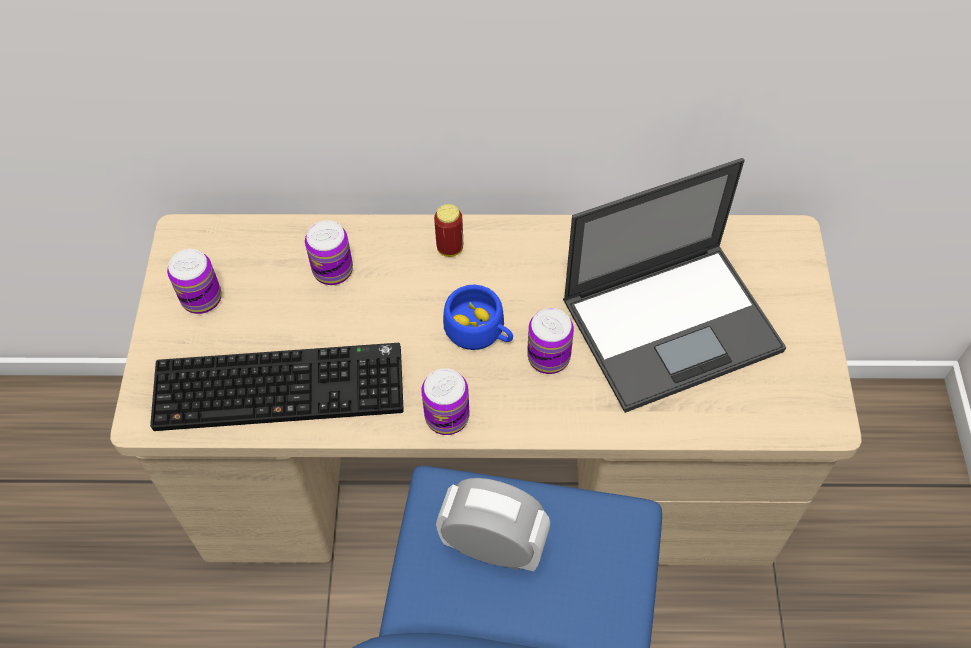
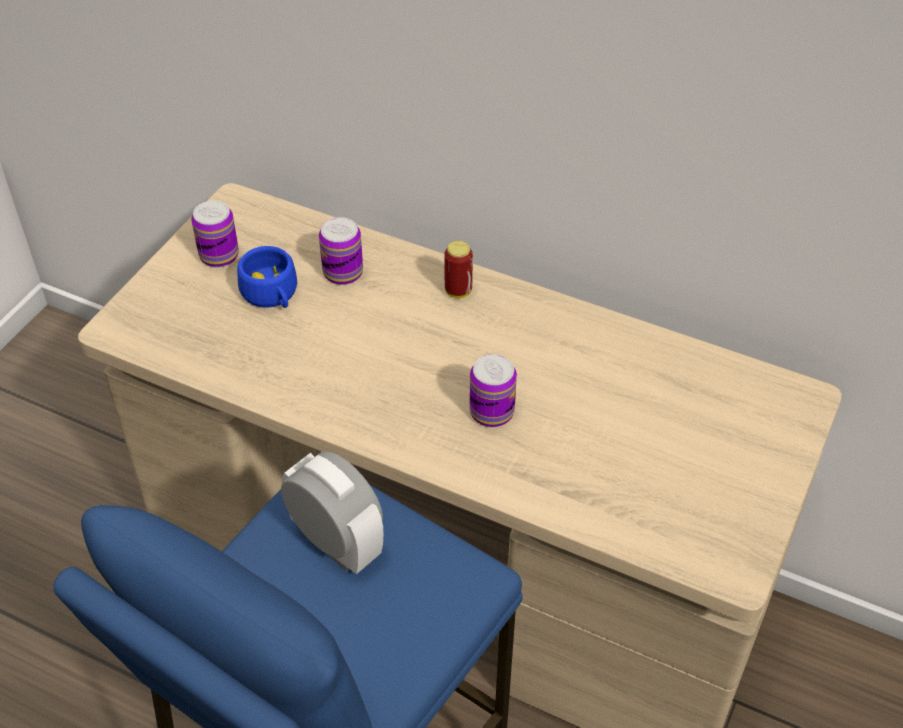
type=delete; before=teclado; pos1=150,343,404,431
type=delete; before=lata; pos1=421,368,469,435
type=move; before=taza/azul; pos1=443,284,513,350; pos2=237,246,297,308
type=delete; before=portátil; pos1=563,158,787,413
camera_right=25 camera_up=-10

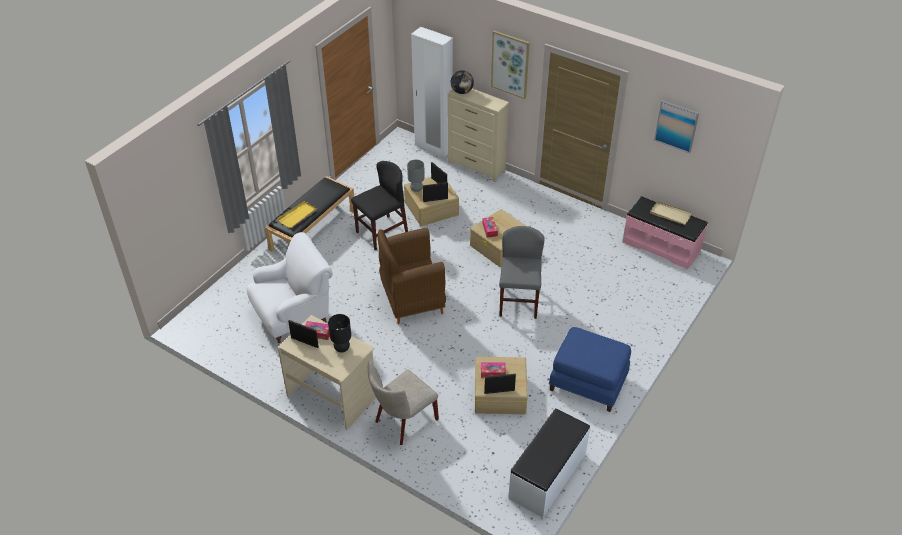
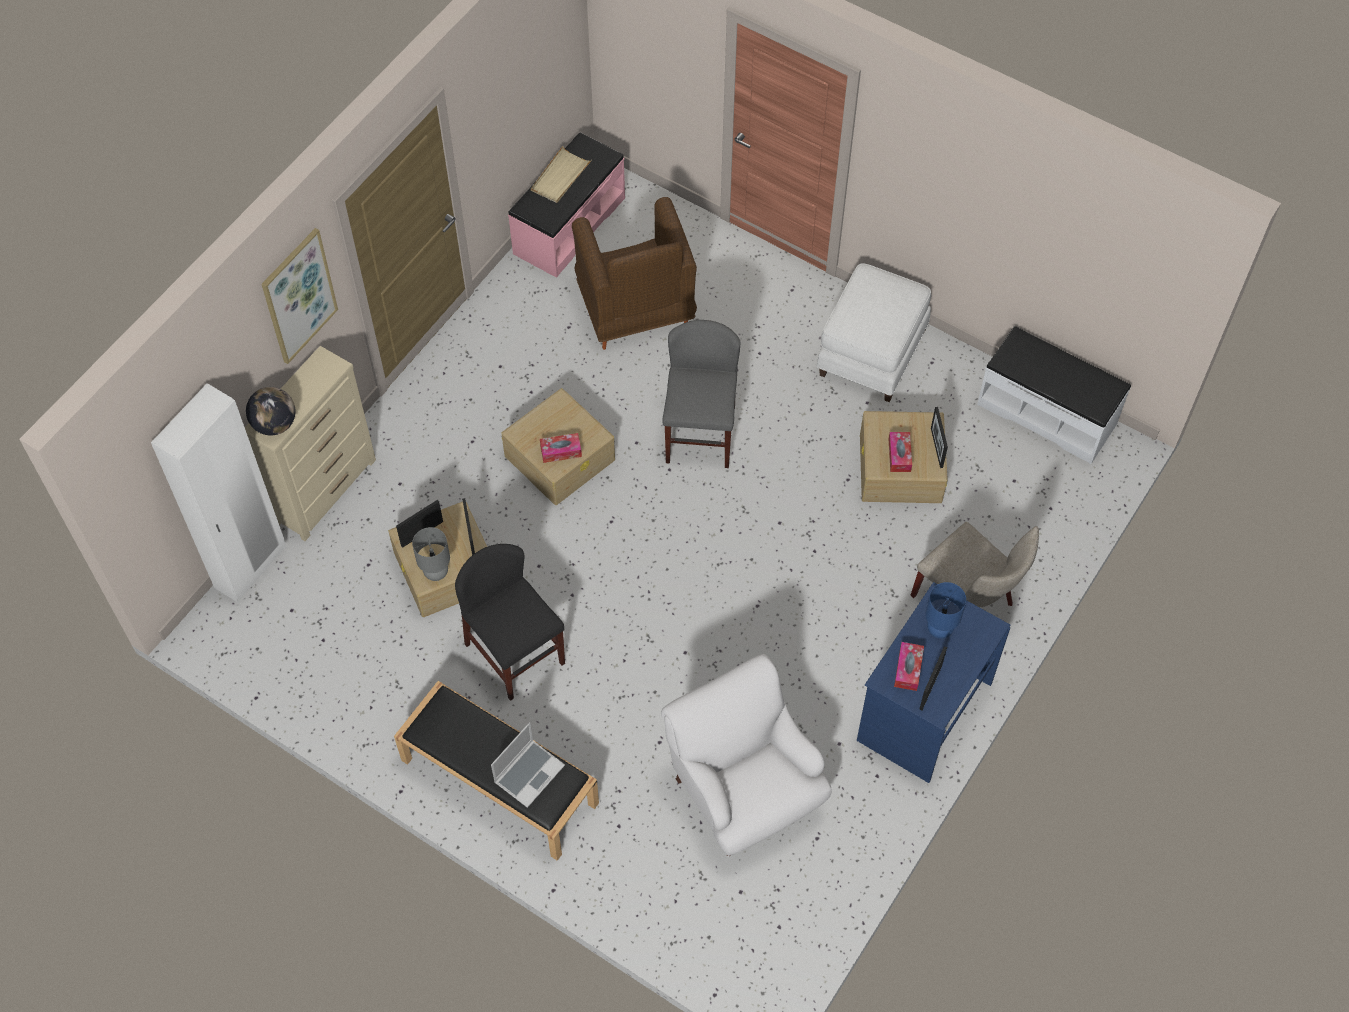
type=replace; before=bandeja/amarillo; after=portátil; pos1=277,201,317,228; pos2=491,723,565,808
type=recolor; before=escritorio/beis; after=escritorio/azul; pos1=278,315,376,430; pos2=857,582,1010,783
type=recolor; before=lámpara de mesa/negro; after=lámpara de mesa/azul; pos1=328,314,351,352; pos2=925,582,966,639
type=move; before=sillón/marrón; pos1=378,228,446,324; pos2=572,197,697,350
type=rotate; before=silla/gris; pos1=499,226,545,319; pos2=662,320,740,468; turn=90
type=recolor; before=puf/azul; after=puf/blanco; pos1=549,327,631,412; pos2=816,264,931,402
type=delete; before=cuadro; pos1=654,100,699,153
camera_right=-90 camera_up=15

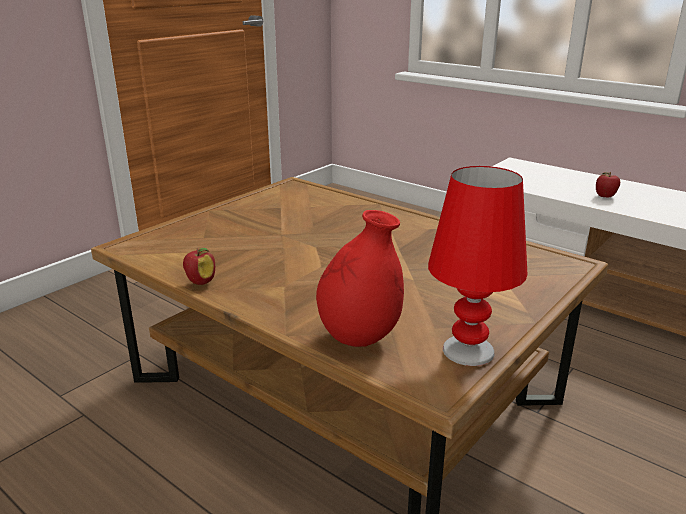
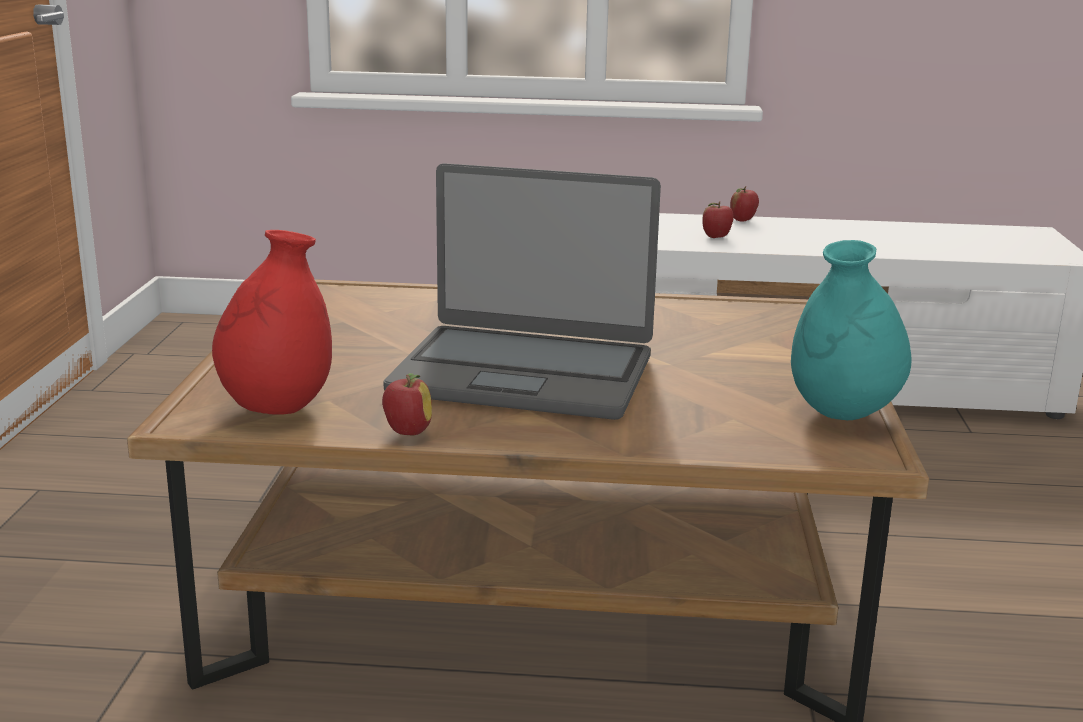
type=move; before=florero/rojo; pos1=316,210,404,347; pos2=212,230,332,415
type=replace; before=lámpara de mesa/rojo; after=florero/turquesa; pos1=428,166,527,366; pos2=791,240,912,420
type=insert; after=portátil; pos2=383,163,661,420
type=insert; after=manzana; pos2=730,186,759,222
camera_right=-35 camera_up=-5

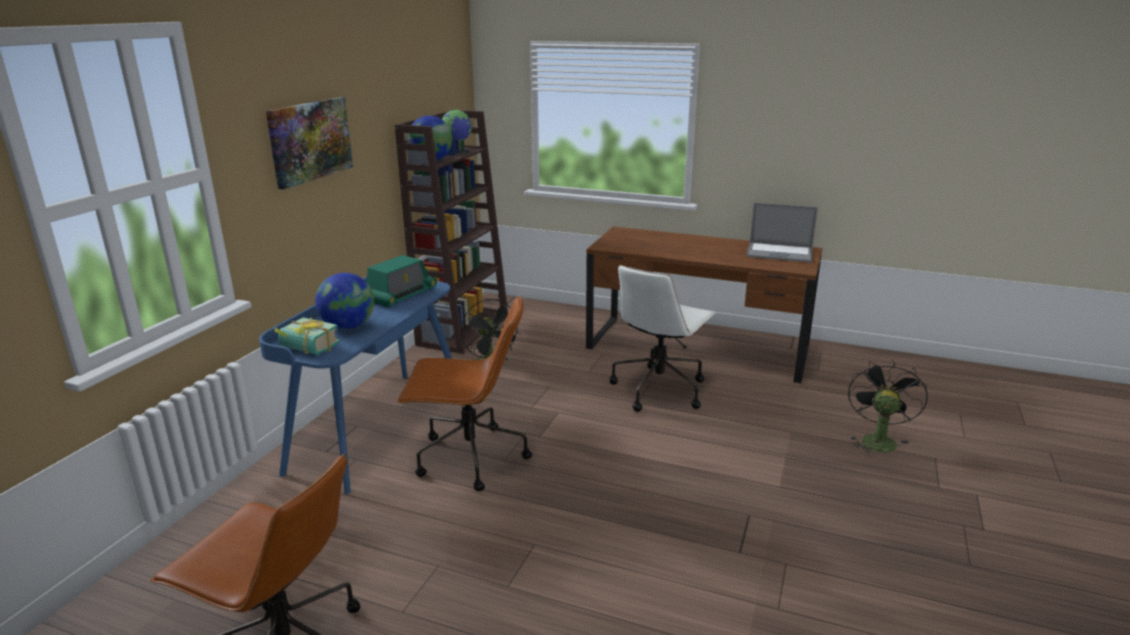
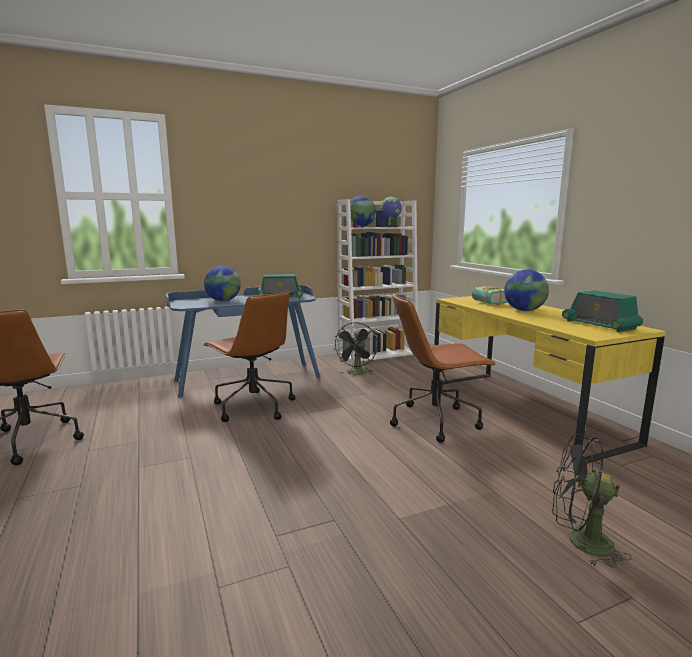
type=delete; before=cuadro; pos1=266,97,353,189
type=move; before=libro; pos1=274,317,340,355; pos2=470,284,508,305
type=recolor; before=estantería/marrón; after=estantería/blanco; pos1=395,110,508,354; pos2=337,199,418,365
type=recolor; before=escritorio/marrón; after=escritorio/amarillo; pos1=586,227,823,383; pos2=433,296,666,464
type=recolor; before=silla de oficina/blanco; after=silla de oficina/marrón; pos1=610,265,716,412; pos2=390,293,496,443
type=replace; before=portátil; after=radio; pos1=746,203,818,263; pos2=562,290,643,332
type=rotate; before=ventilador/negro; pos1=848,359,928,456; pos2=552,433,632,568; turn=-135
type=insert; after=globo terráqueo; pos2=504,270,549,311
camera_right=45 camera_up=-10

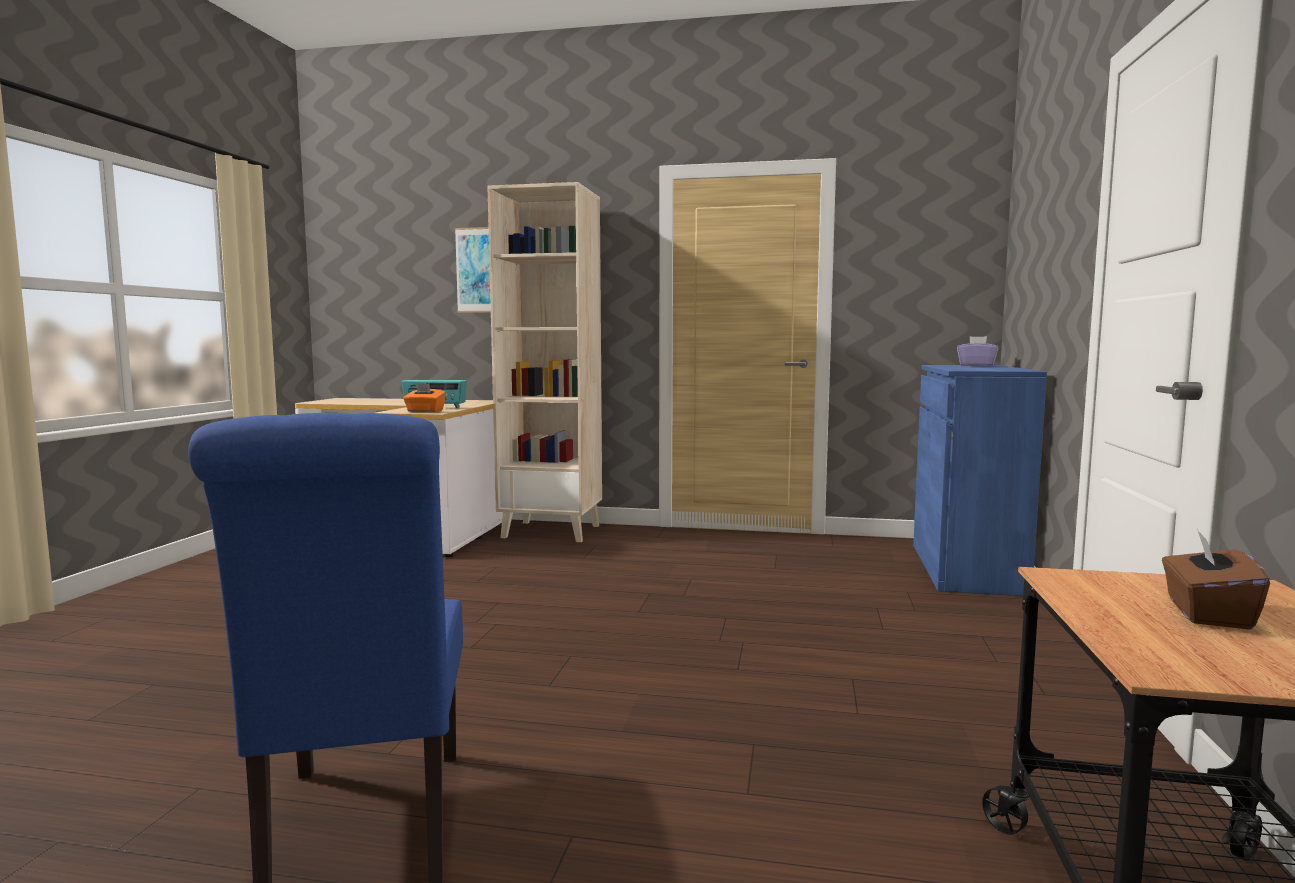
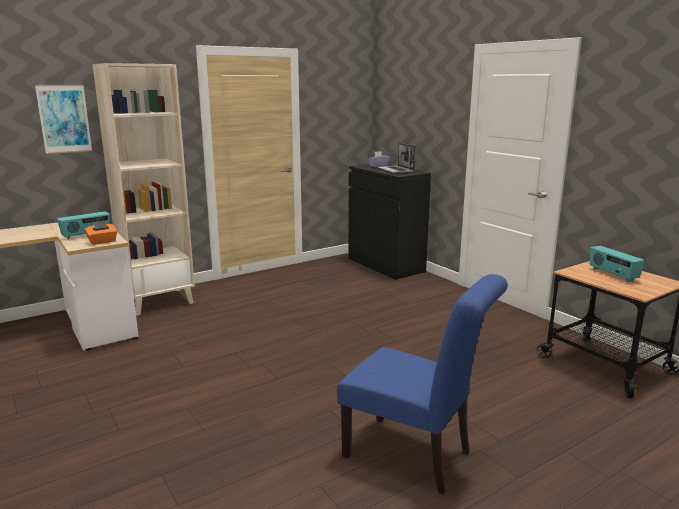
type=recolor; before=armario/azul; after=armario/negro; pos1=913,365,1047,596; pos2=348,164,431,280
type=replace; before=caja de pañuelos/marrón; after=radio; pos1=1162,529,1270,630; pos2=590,246,644,282
type=insert; after=portátil; pos2=377,143,416,173
camera_right=-45 camera_up=10

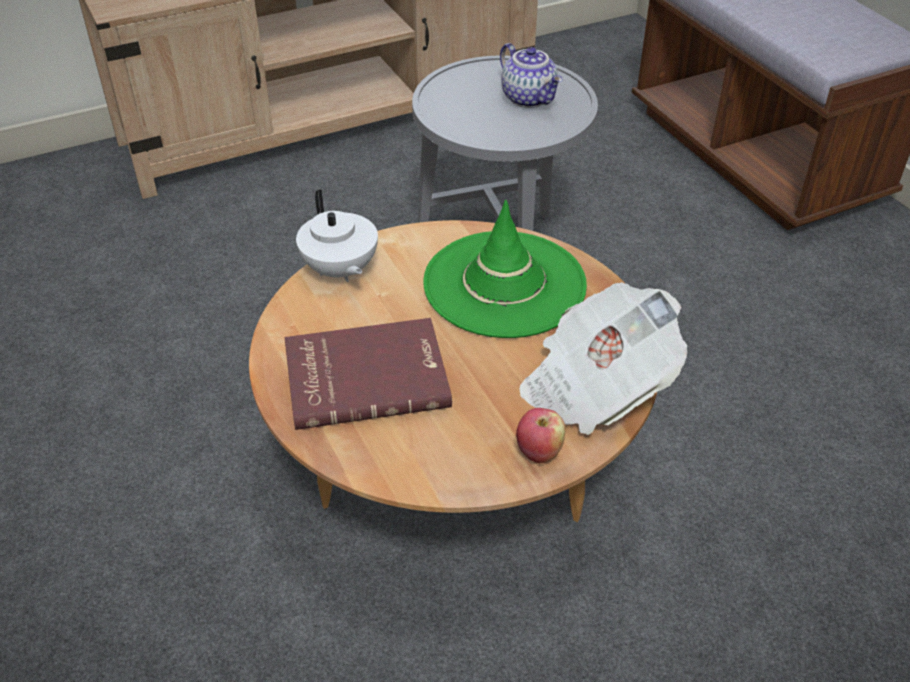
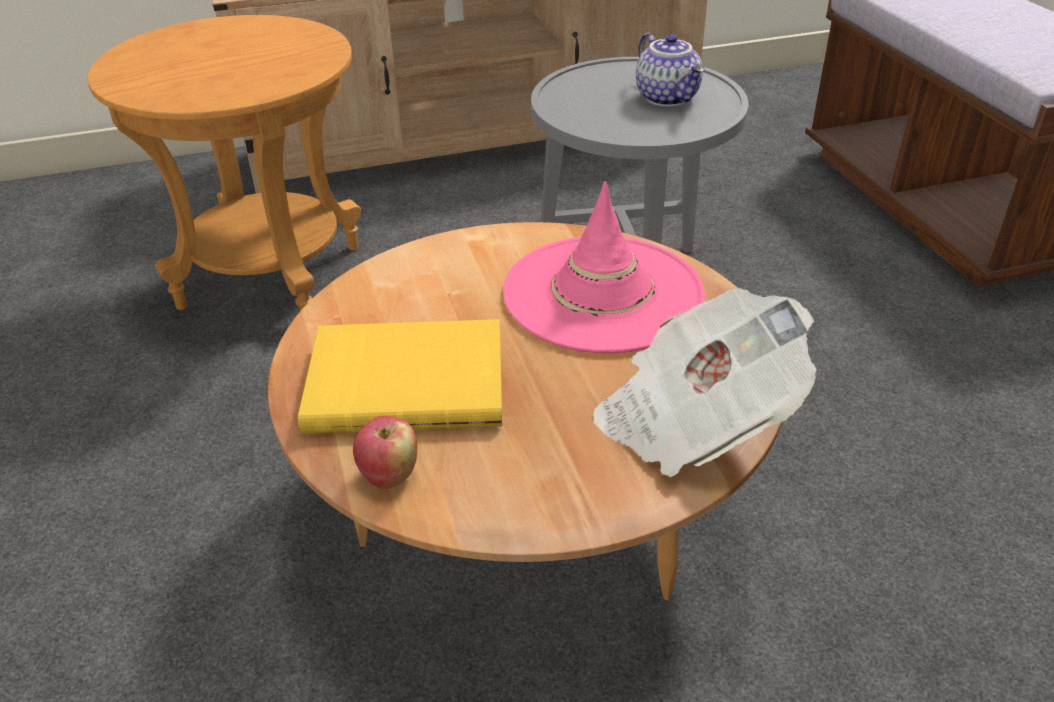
type=recolor; before=libro/rojo; after=libro/amarillo; pos1=285,318,452,430; pos2=298,319,502,434
type=delete; before=tetera/blanco; pos1=296,189,378,282
type=recolor; before=sombrero/verde; after=sombrero/rosa; pos1=423,200,587,338; pos2=503,181,705,353
type=move; before=manzana; pos1=516,408,565,463; pos2=353,416,417,489
type=insert; after=mesa auxiliar/marrón; pos2=87,15,361,311
camera_right=10 camera_up=-5

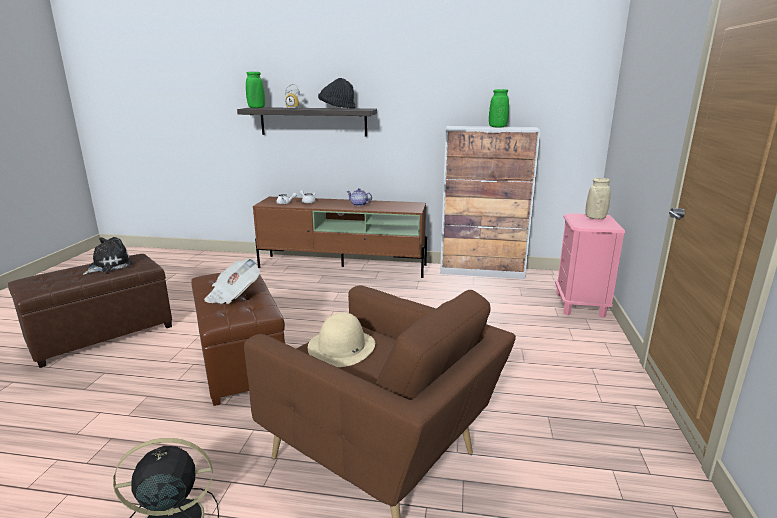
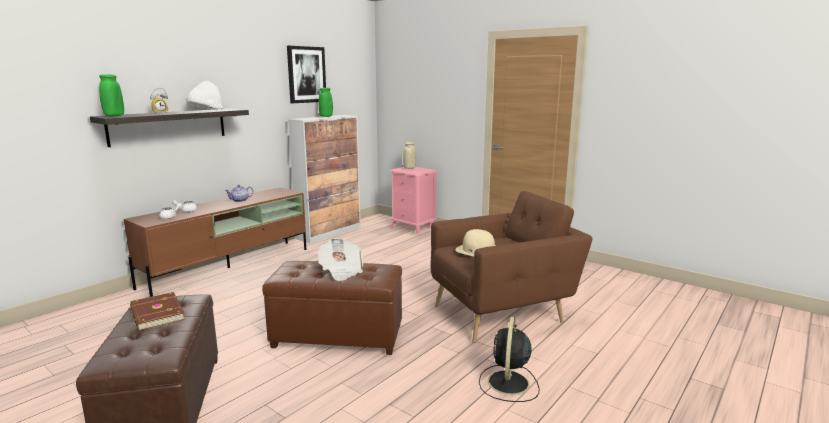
type=replace; before=peluche; after=libro/marrón; pos1=82,237,133,275; pos2=130,292,185,331
type=recolor; before=sombrero/negro; after=sombrero/blanco; pos1=318,78,355,109; pos2=186,81,223,110
type=insert; after=cuadro; pos2=287,46,326,103
camera_right=-60 camera_up=-5

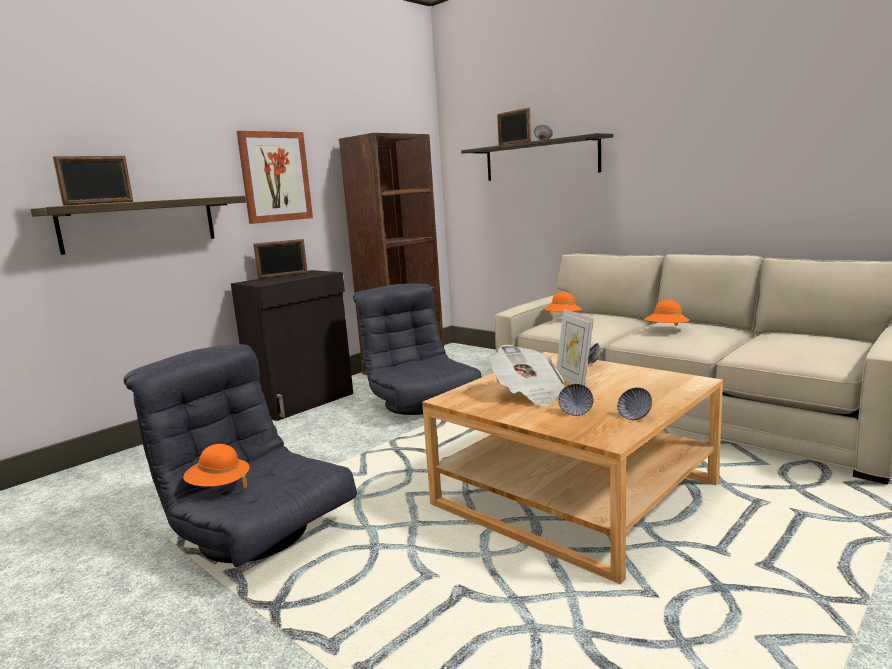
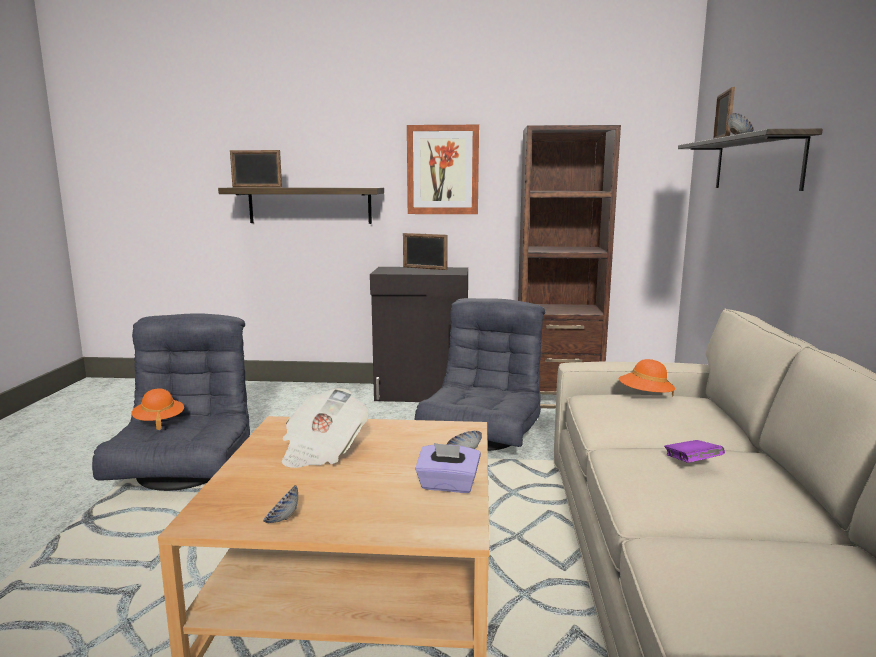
type=delete; before=portarretratos; pos1=556,309,594,386
type=delete; before=cuenco; pos1=558,384,593,416
type=replace; before=sombrero/naranja; after=libro/morado; pos1=645,300,690,326; pos2=664,440,725,463
type=insert; after=caja de pañuelos/morado; pos2=415,443,481,493
camera_right=50 camera_up=0

